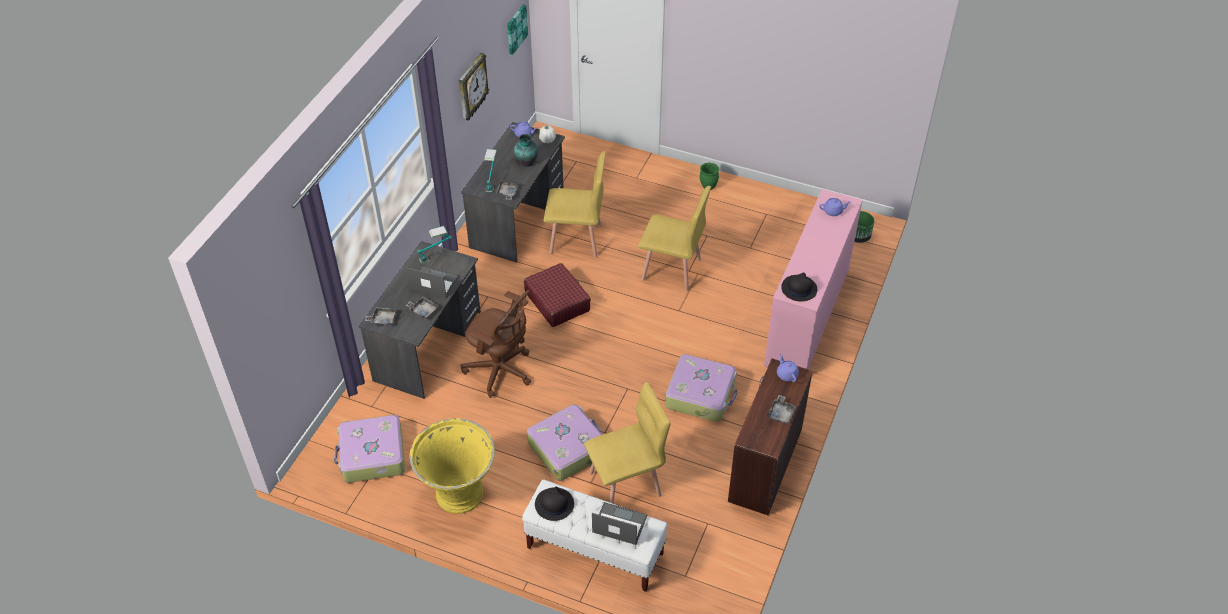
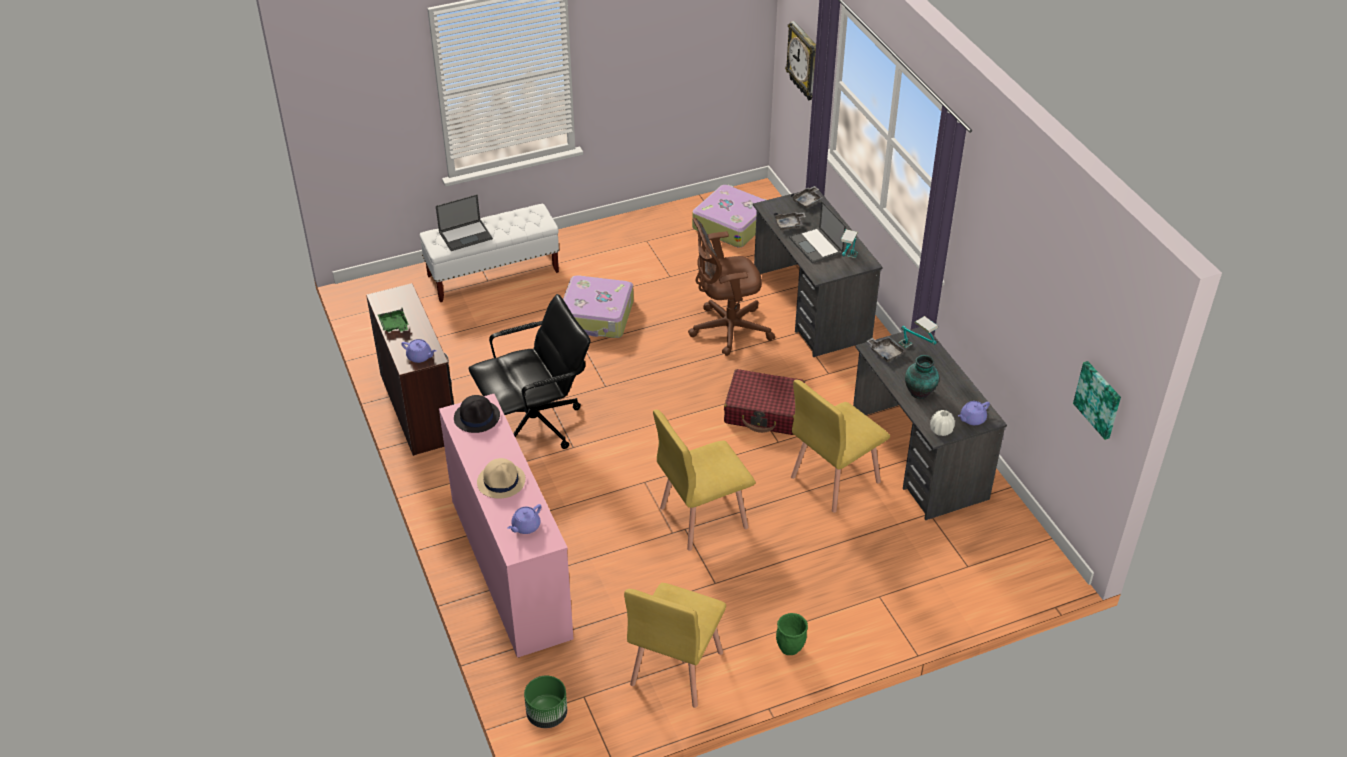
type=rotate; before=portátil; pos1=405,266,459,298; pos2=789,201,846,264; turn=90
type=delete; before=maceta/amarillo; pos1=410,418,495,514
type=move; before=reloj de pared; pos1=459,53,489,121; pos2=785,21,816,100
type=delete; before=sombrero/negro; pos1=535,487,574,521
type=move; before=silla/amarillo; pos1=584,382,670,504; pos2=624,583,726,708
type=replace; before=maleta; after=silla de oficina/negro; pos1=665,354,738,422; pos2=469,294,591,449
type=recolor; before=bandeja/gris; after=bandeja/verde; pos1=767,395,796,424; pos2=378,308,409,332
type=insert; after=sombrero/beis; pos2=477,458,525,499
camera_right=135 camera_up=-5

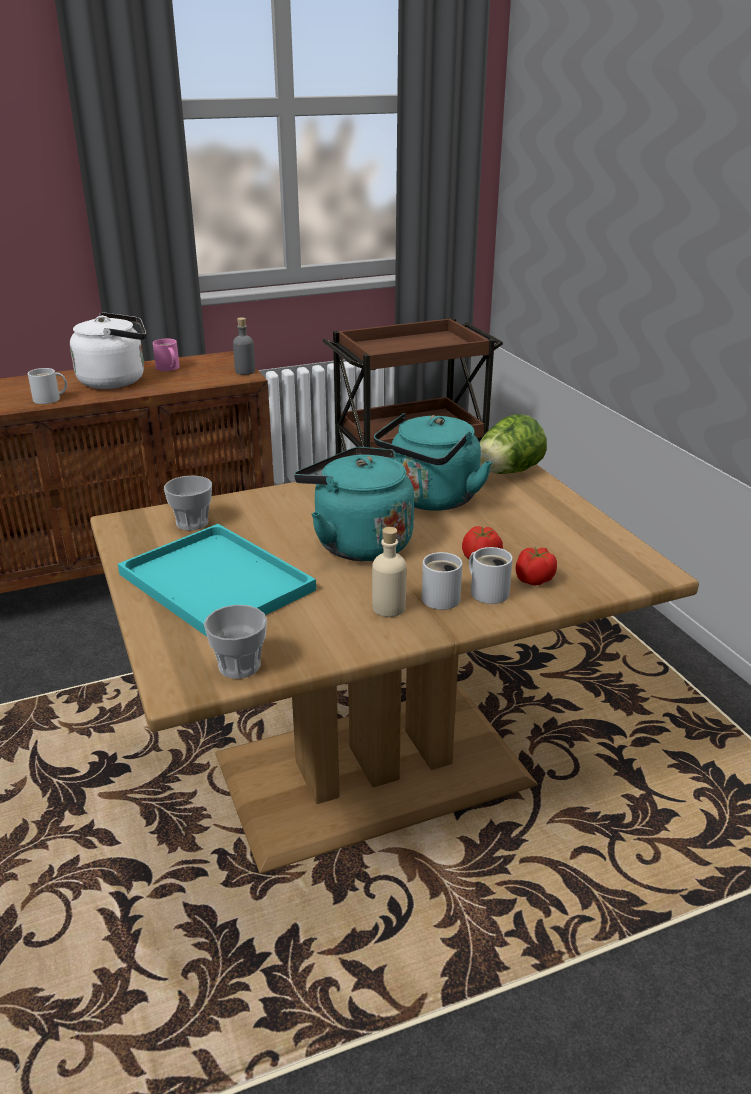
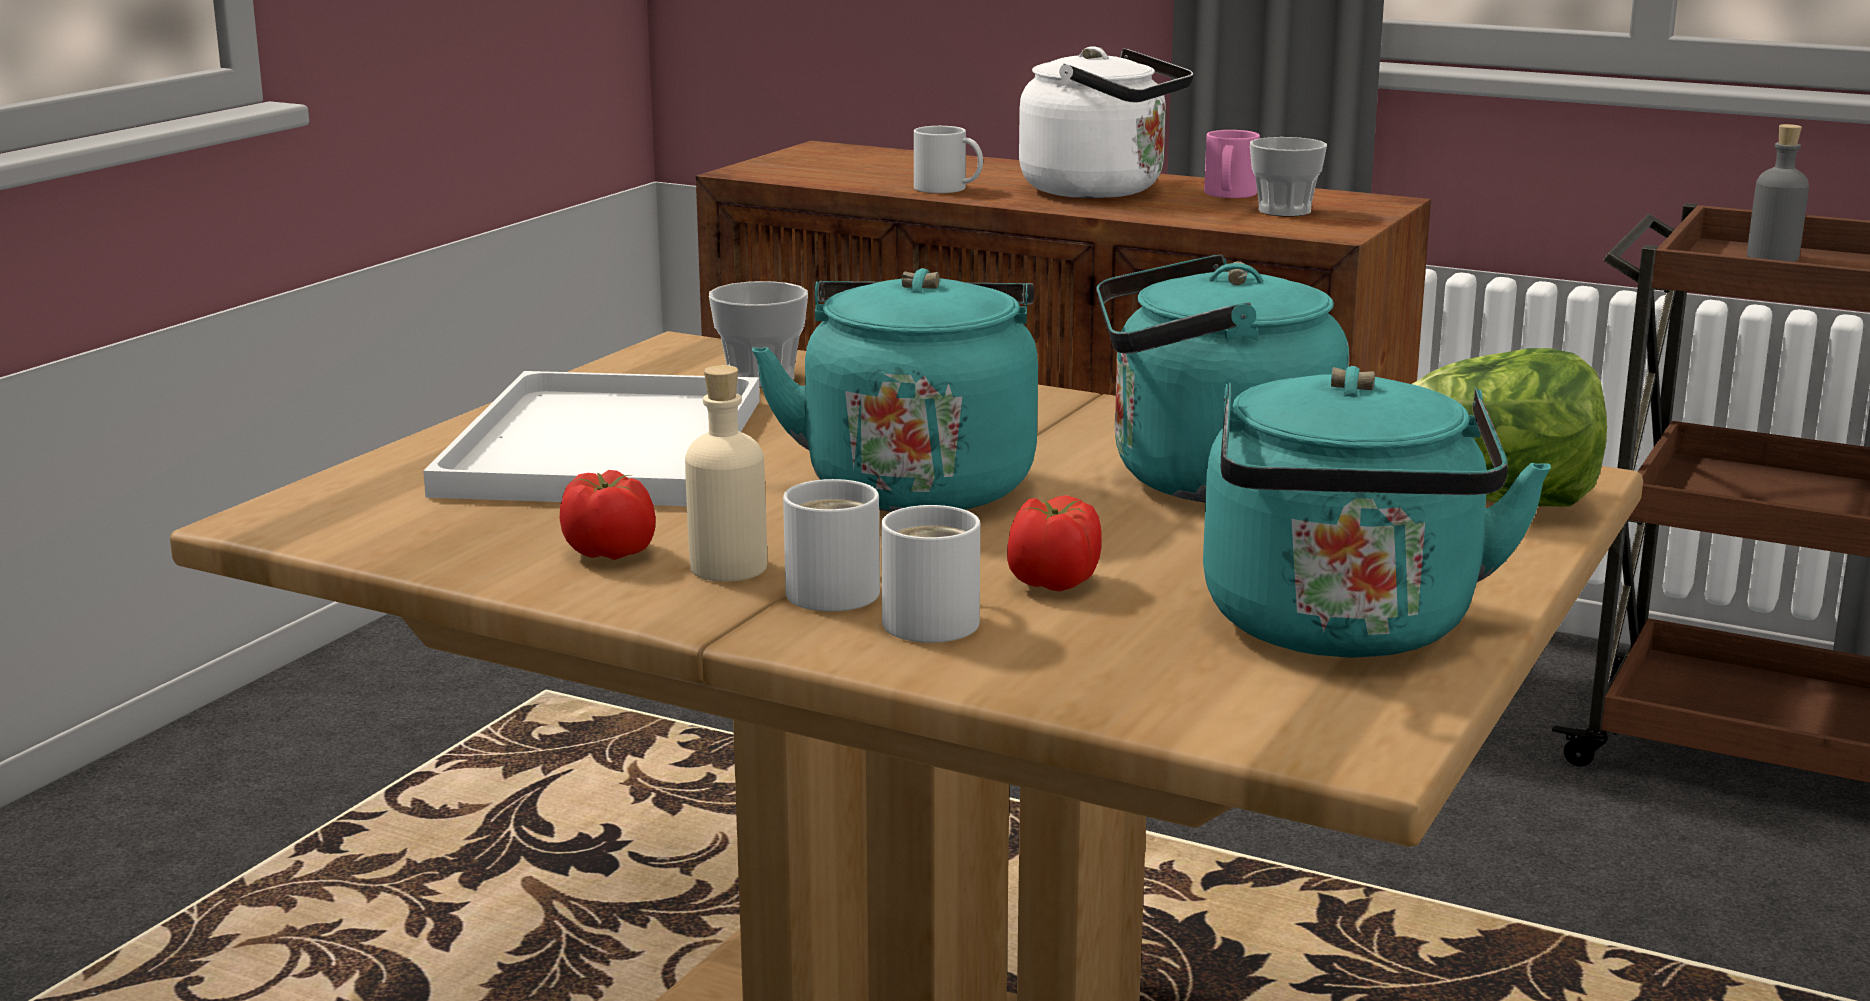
type=recolor; before=bandeja/turquesa; after=bandeja/blanco; pos1=118,524,316,637; pos2=423,371,760,506
type=move; before=taza; pos1=204,605,267,679; pos2=1250,137,1327,217
type=move; before=botella/gris; pos1=233,317,255,375; pos2=1747,124,1809,262
type=move; before=tomate; pos1=516,547,557,585; pos2=560,470,656,560
type=insert; after=hervidor/turquesa; pos2=1203,366,1551,658
camera_right=50 camera_up=-10

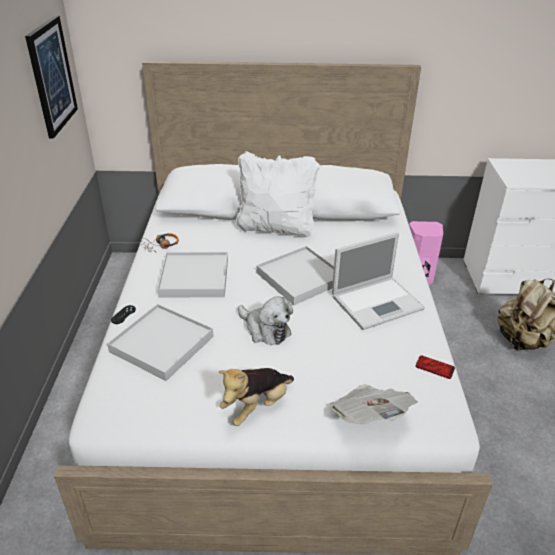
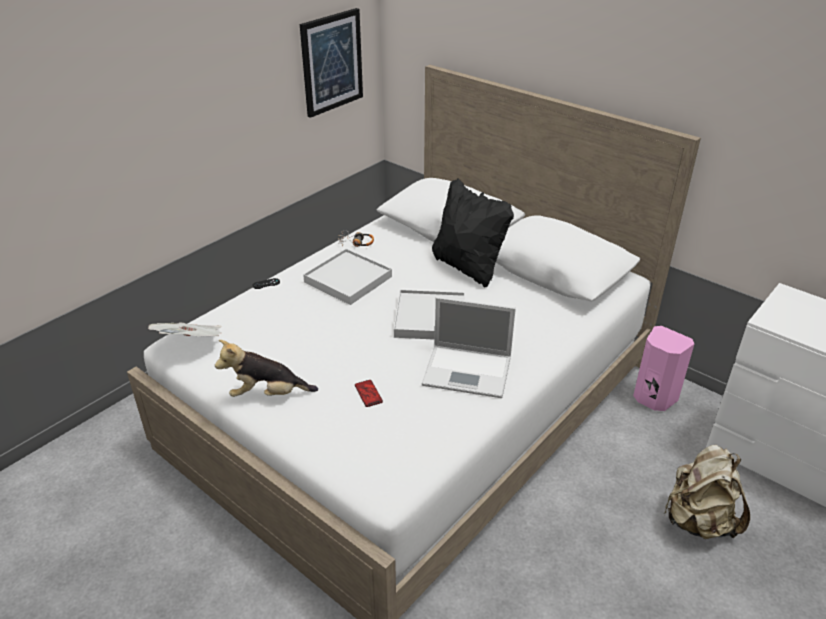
type=delete; before=bandeja/blanco; pos1=107,304,214,381
type=recolor; before=cojín/blanco; after=cojín/negro; pos1=236,151,320,238; pos2=432,178,514,288
type=delete; before=peluche; pos1=238,296,293,345
type=move; before=periódico; pos1=329,384,418,424; pos2=148,322,222,336
type=move; before=móvil; pos1=416,355,455,379; pos2=355,380,383,407
camera_right=40 camera_up=0

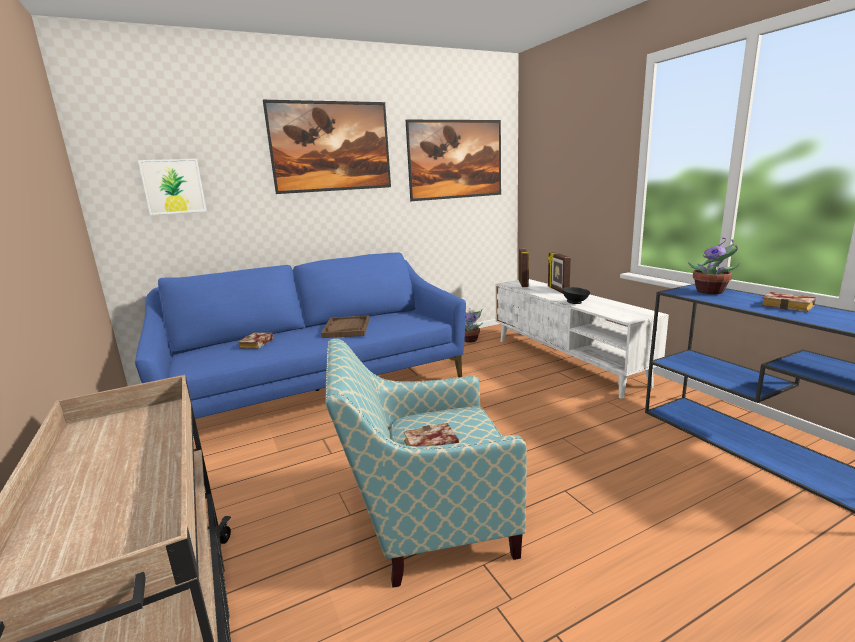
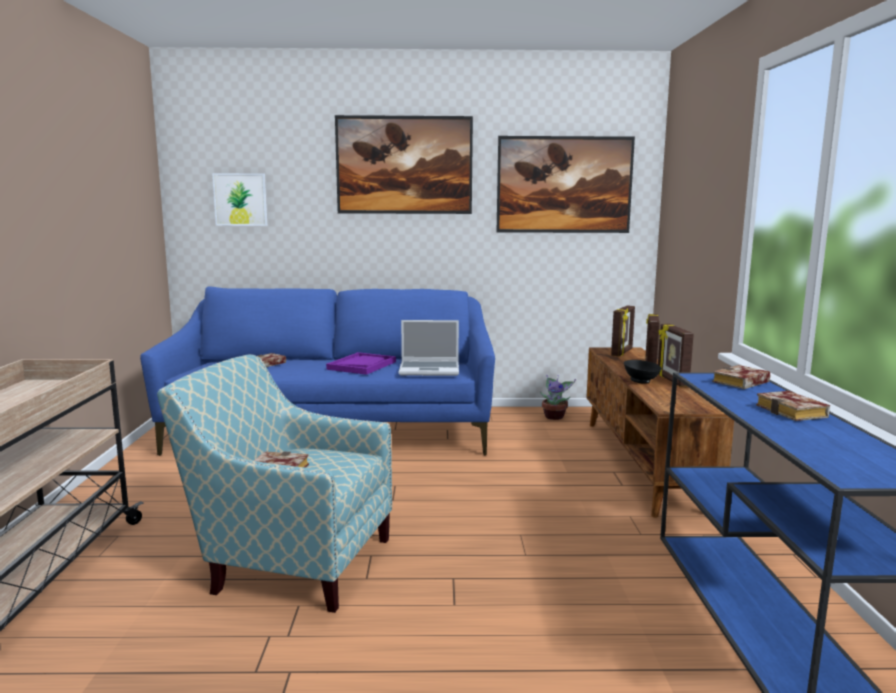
type=recolor; before=bandeja/marrón; after=bandeja/morado; pos1=321,315,369,338; pos2=326,352,396,375
type=recolor; before=mueble de televisión/blanco; after=mueble de televisión/marrón; pos1=495,279,669,399; pos2=586,347,734,518
type=replace; before=planta en maceta; after=libro; pos1=688,238,740,294; pos2=712,365,770,389
type=insert; after=portátil; pos2=399,320,459,376
type=insert; after=portarretratos; pos2=658,324,694,387
camera_right=25 camera_up=-5

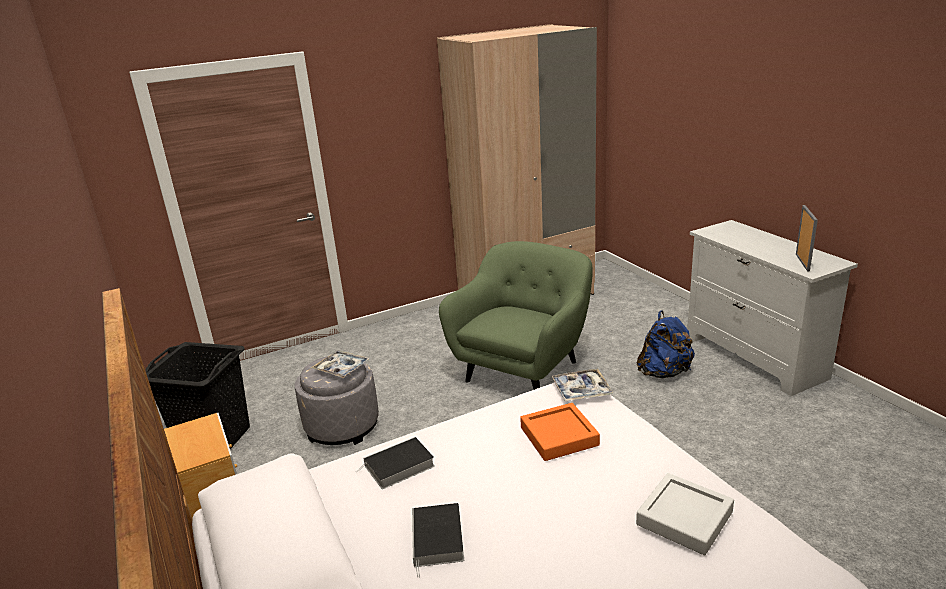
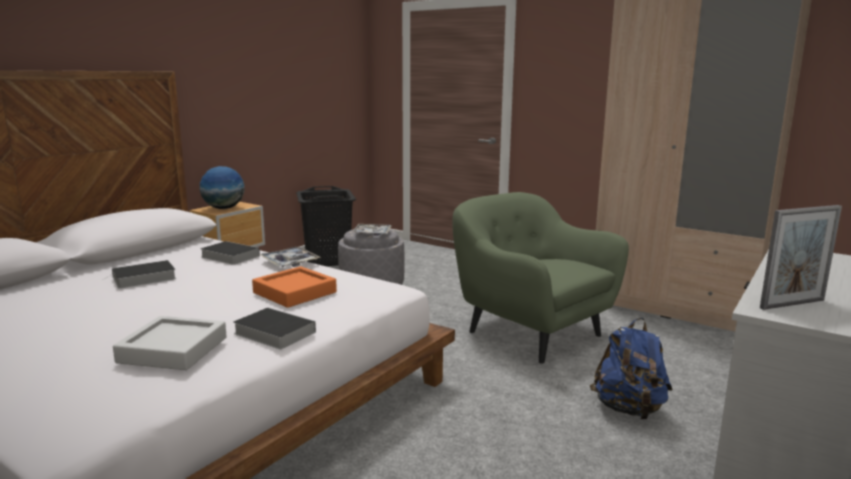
type=rotate; before=sillón/verde; pos1=439,241,593,390; pos2=452,192,629,364; turn=-135
type=move; before=bandeja; pos1=551,369,613,401; pos2=259,247,321,267
type=insert; after=globo terráqueo; pos2=200,166,245,209
type=insert; after=libro; pos2=233,308,316,349
camera_right=60 camera_up=-10

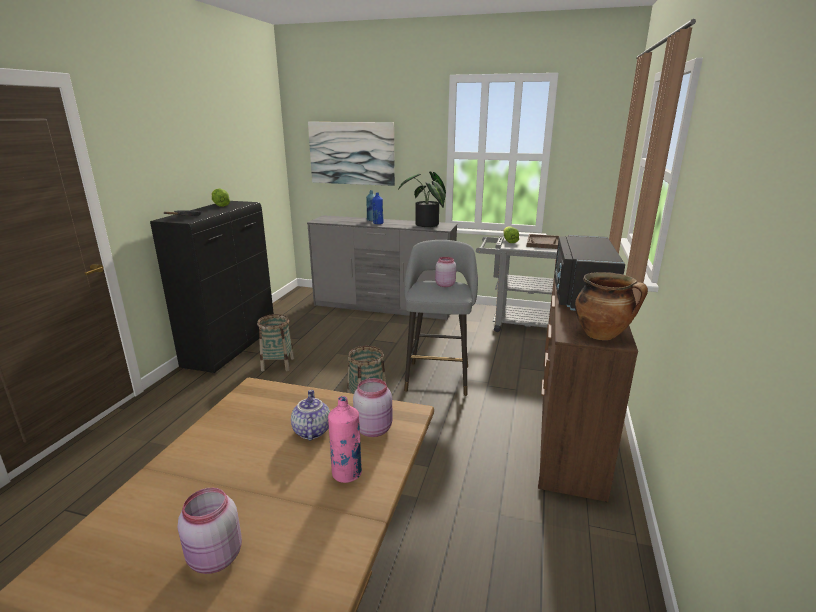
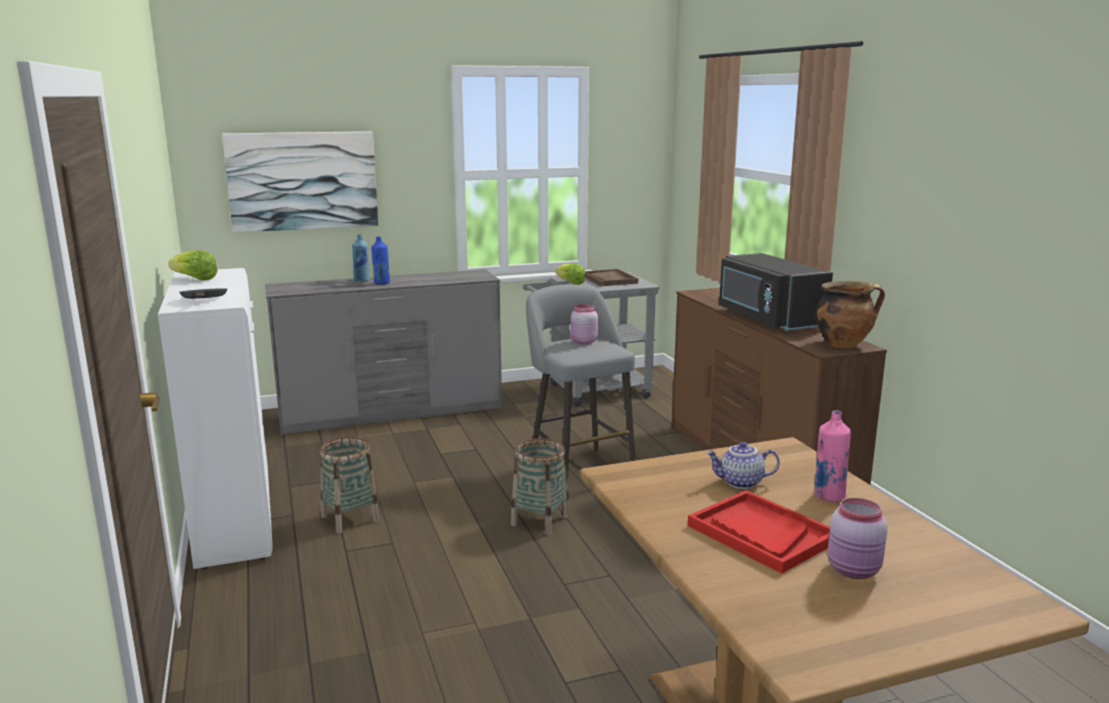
type=recolor; before=armario/negro; after=armario/blanco; pos1=150,201,274,373; pos2=158,268,273,569
type=rotate; before=tetera; pos1=291,390,330,441; pos2=706,442,780,489; turn=-45
type=delete; before=tarro/rosa; pos1=353,378,393,437
type=delete; before=planta en maceta; pos1=398,171,446,227
type=insert; after=bandeja/rojo; pos2=688,490,830,574
camera_right=-35 camera_up=-5

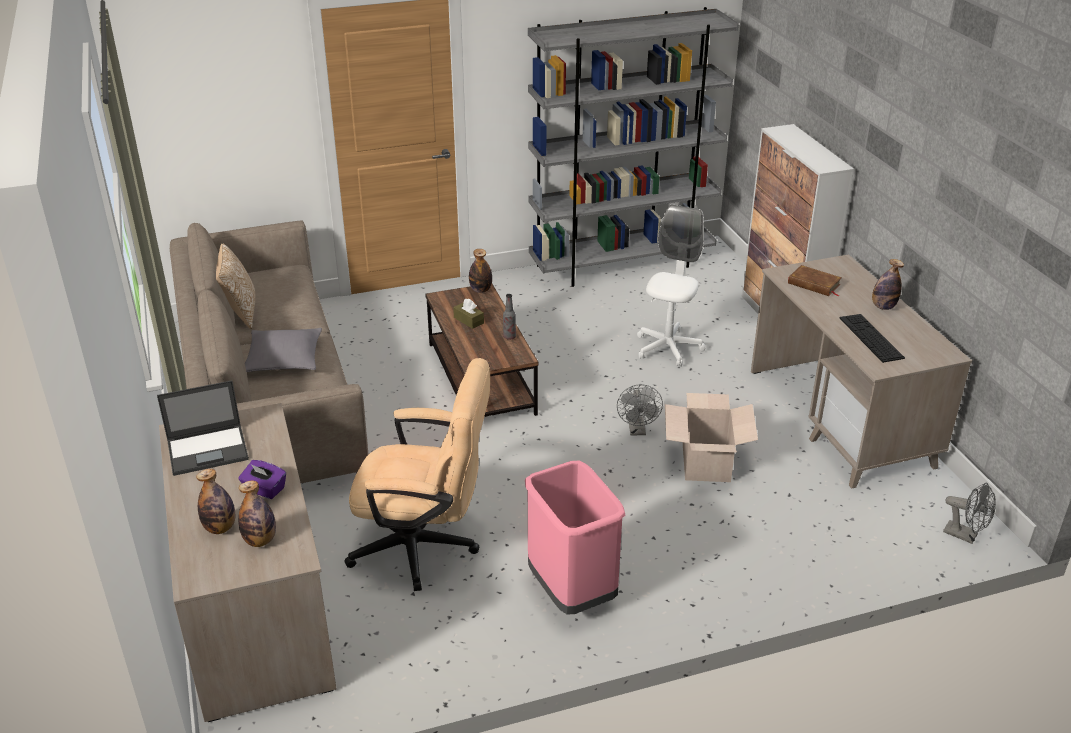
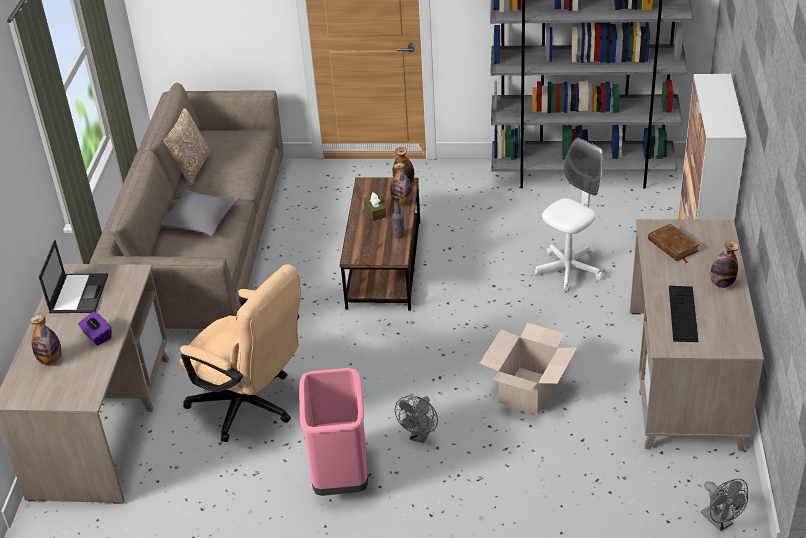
type=rotate; before=portátil; pos1=157,380,249,476; pos2=39,240,108,313; turn=-90
type=move; before=botella; pos1=238,481,276,547; pos2=390,163,413,205
type=move; before=ventilador/gris; pos1=617,384,663,435; pos2=395,396,438,443
camera_right=25 camera_up=5

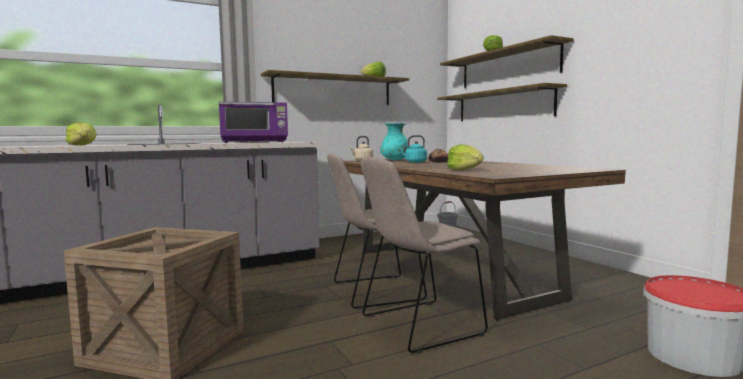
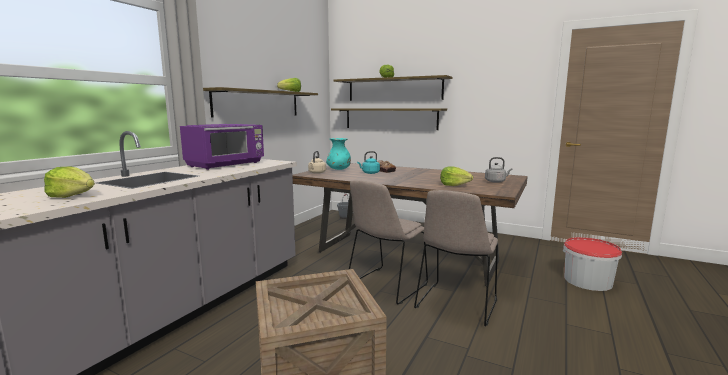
type=insert; after=hervidor/gris; pos2=485,157,512,183
camera_right=-35 camera_up=5

